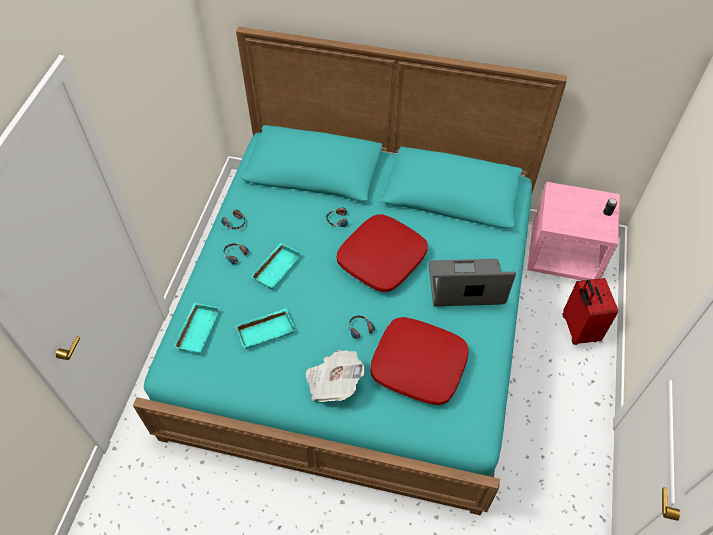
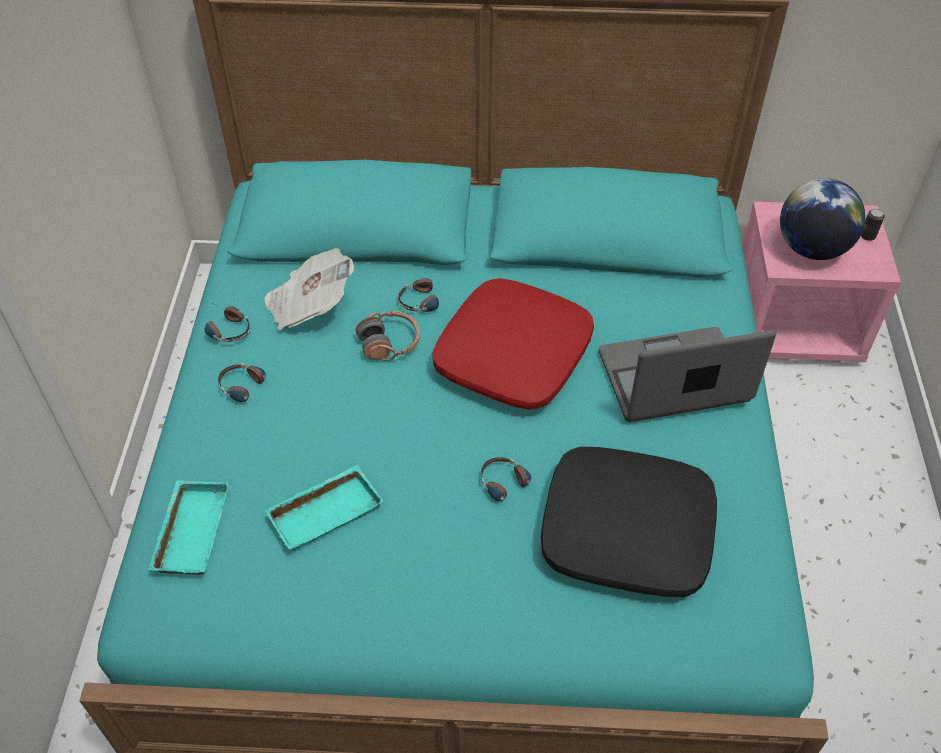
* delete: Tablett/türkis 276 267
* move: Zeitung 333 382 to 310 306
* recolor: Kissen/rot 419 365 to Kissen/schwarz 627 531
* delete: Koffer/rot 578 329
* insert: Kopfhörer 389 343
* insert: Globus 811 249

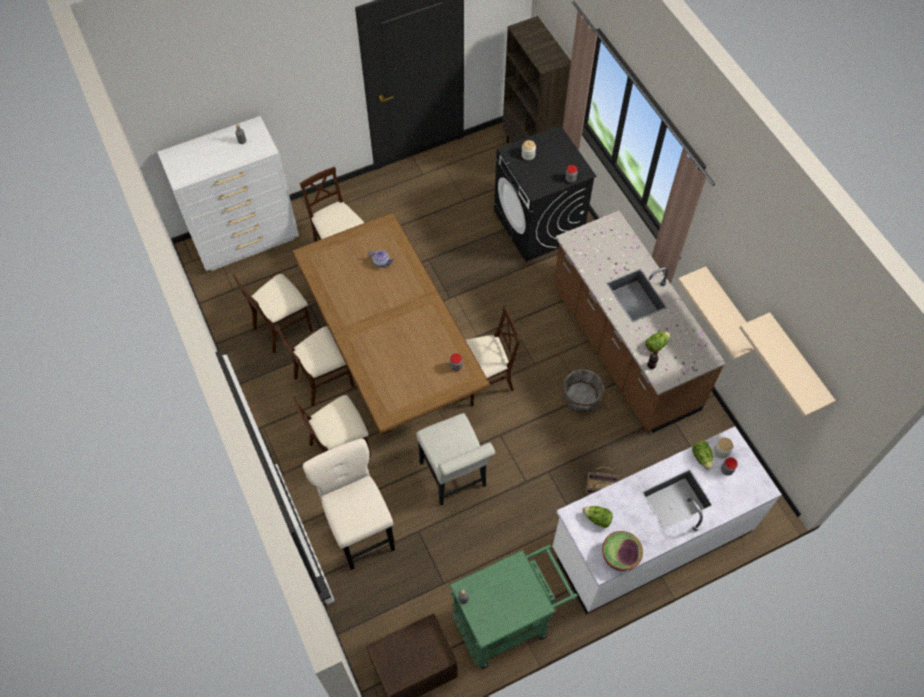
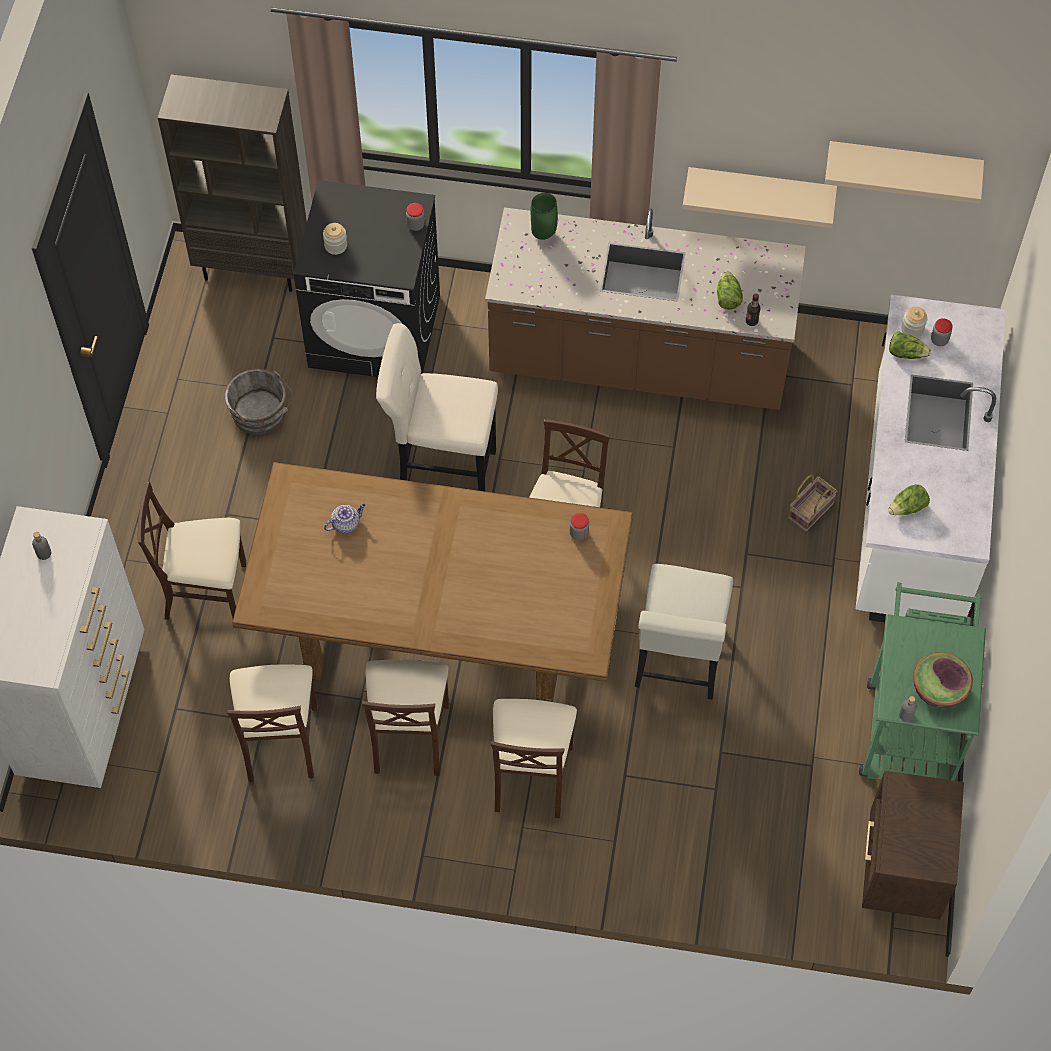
* move: Hocker/beige 360 530 to 442 472
* rotate: Stuhl/weiß 455 478 = 677 665 90 degrees clockwise
* move: Eimer/grau 581 398 to 261 414
* move: Schüssel 620 555 to 939 689
* insert: Vase/grün 543 235

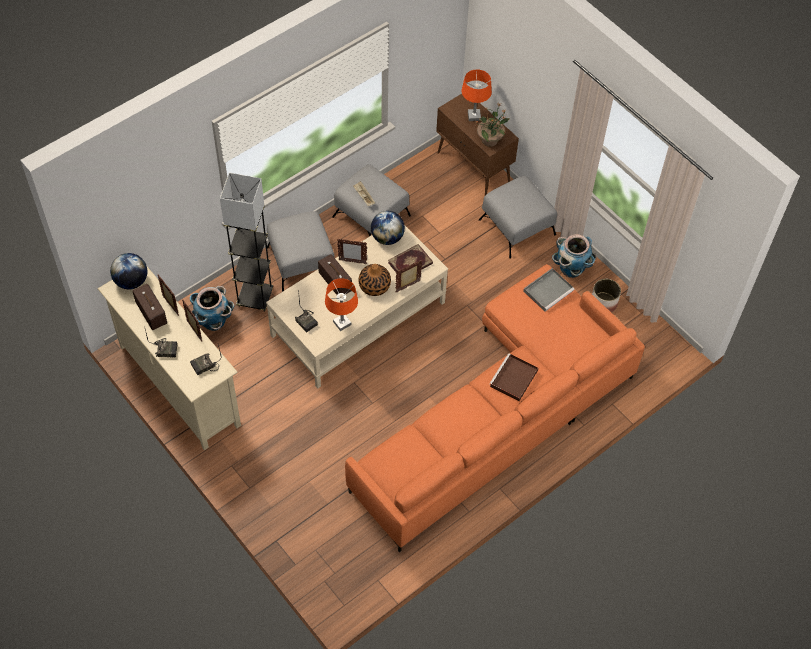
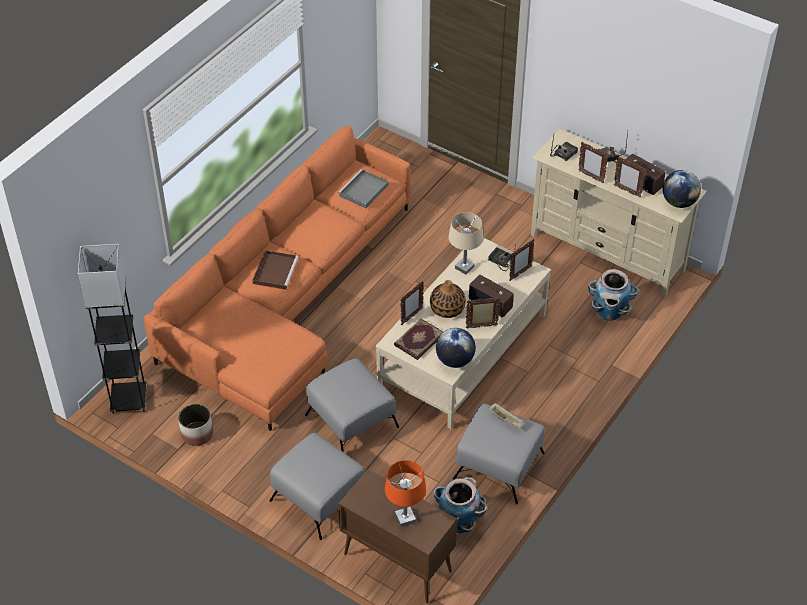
* move: Stehlampe/grau 255 298 to 129 400
* move: Polsterhocker/grau 301 262 to 351 420
* recolor: Tischlampe/orange 342 323 to Tischlampe/beige 464 267
* delete: Topfpflanze 490 140
* move: Tablett/grau 548 290 to 363 191
* move: Pflanzkübel 571 269 to 458 523
* insert: Bilderrahmen 520 274

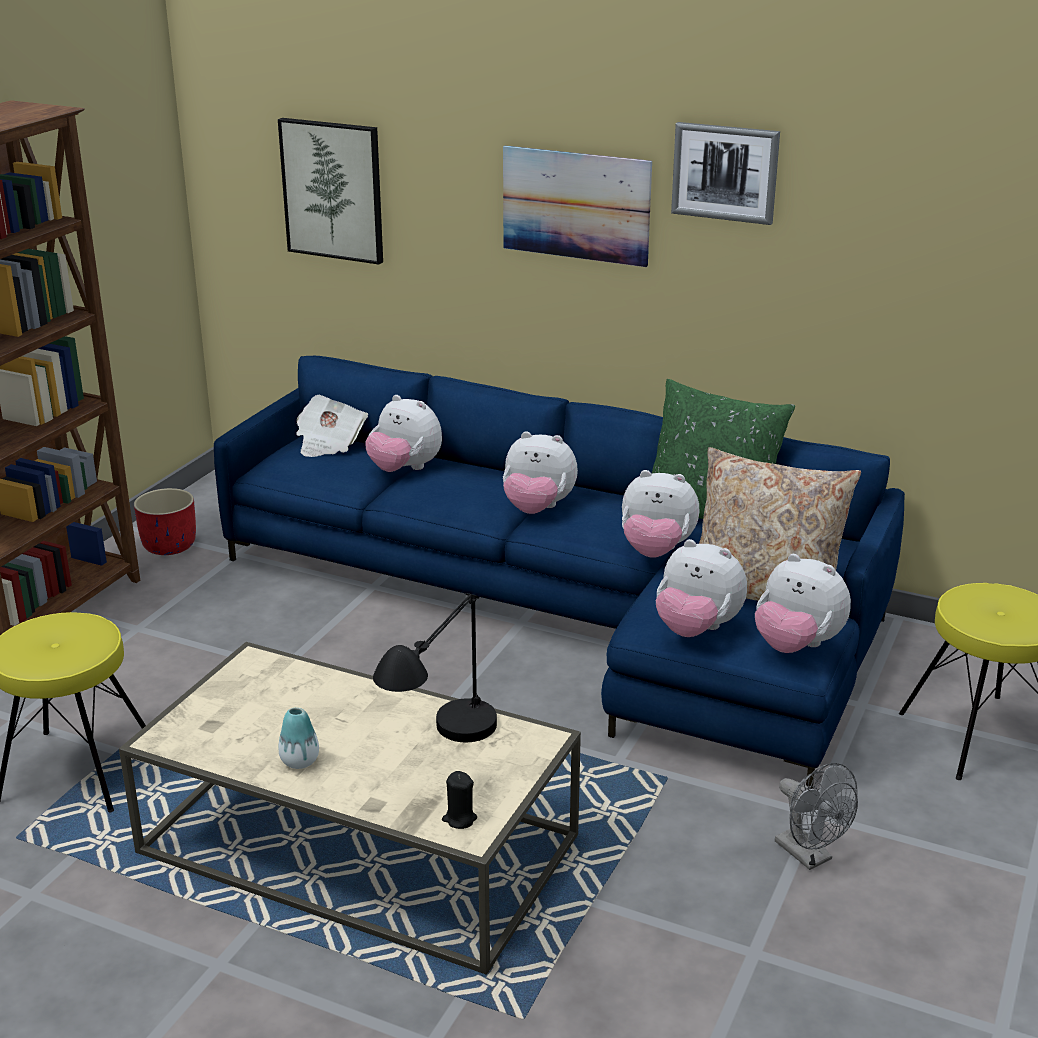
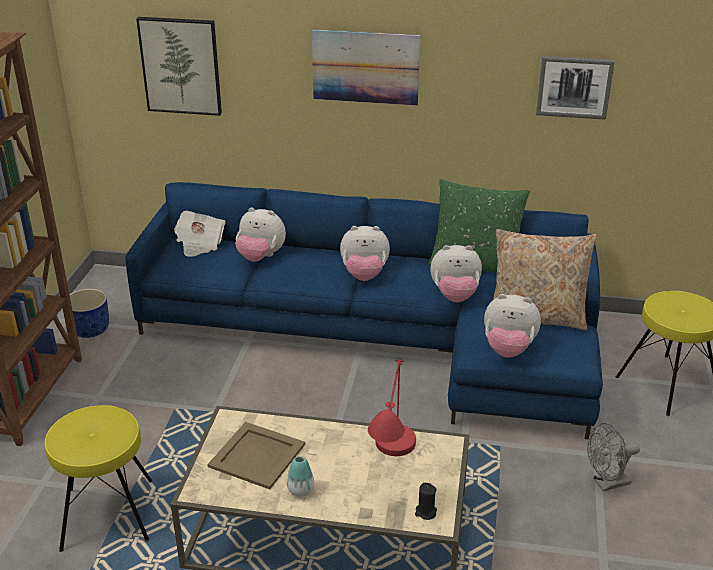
* recolor: Pflanzkübel/rot 170 546 to Pflanzkübel/blau 91 330
* recolor: Tischlampe/schwarz 442 754 to Tischlampe/rot 391 467
* move: Bild 725 172 to 574 87
* delete: Plüschtier 796 646
* rotate: Ventilator/grau 810 856 = 606 483 120 degrees clockwise
* insert: Tablett/beige 257 455

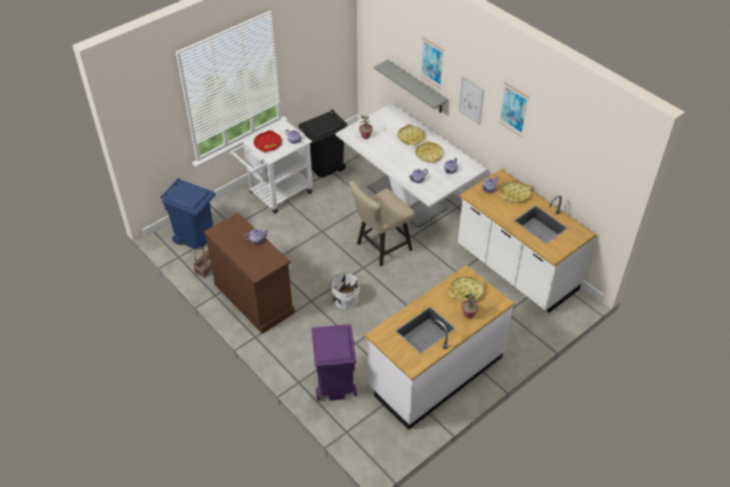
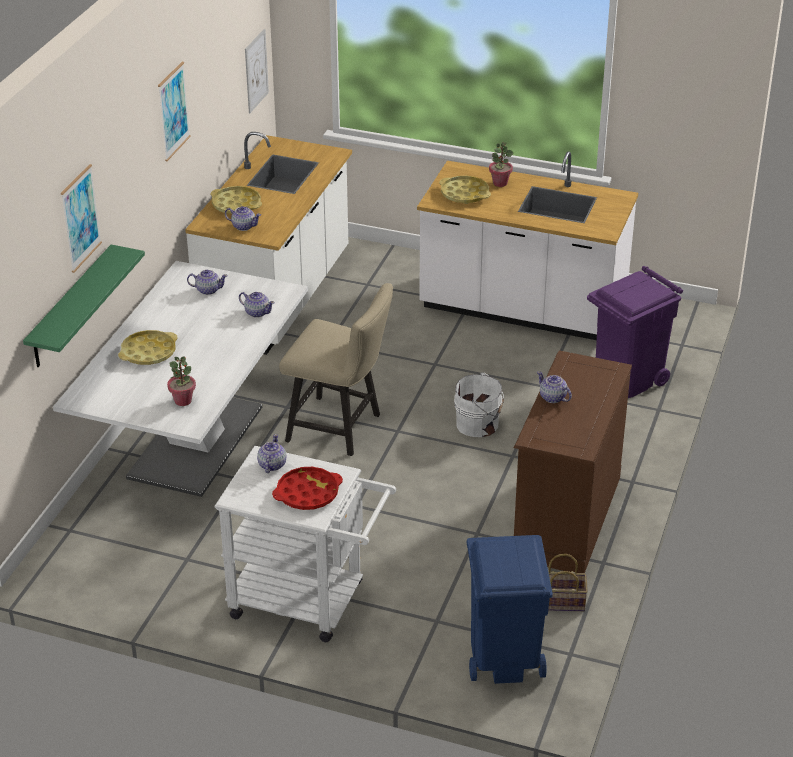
* delete: Mülleimer/schwarz 325 166
* recolor: Wandregal/grau 416 87 to Wandregal/grün 71 308
* delete: Tablett/gelb 429 154
* move: Bild 471 100 to 256 71

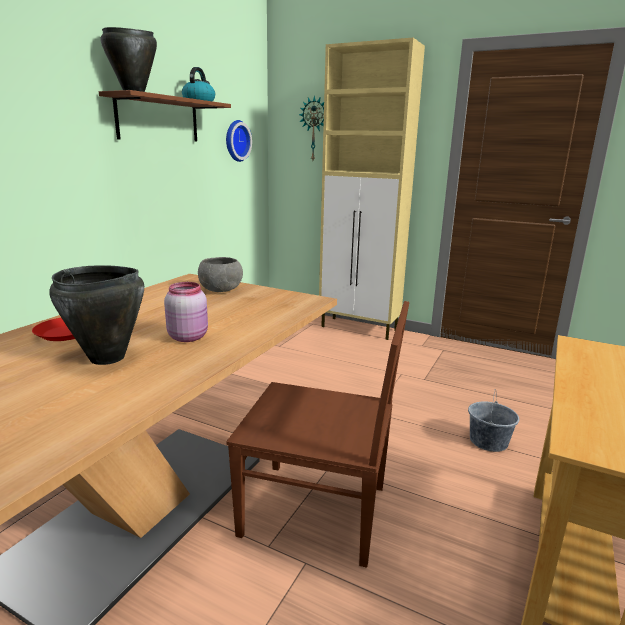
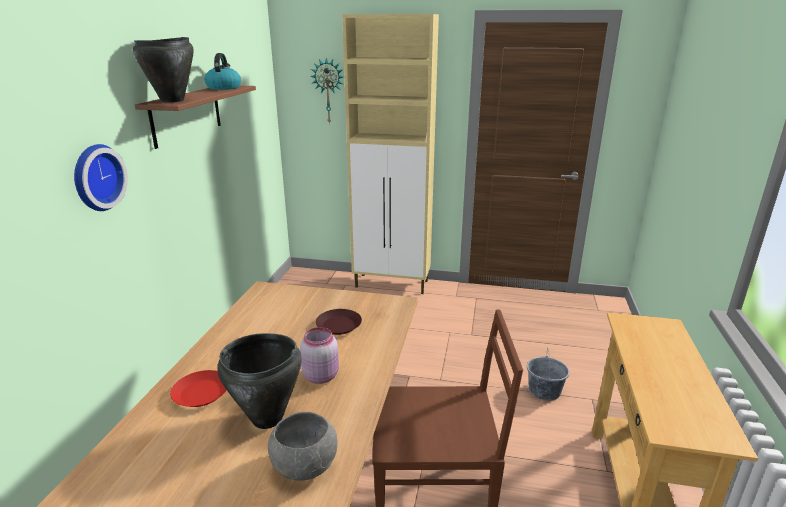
* move: Schüssel/grau 221 290 to 305 465
* move: Wanduhr 236 141 to 95 177
* insert: Teller/braun 339 326

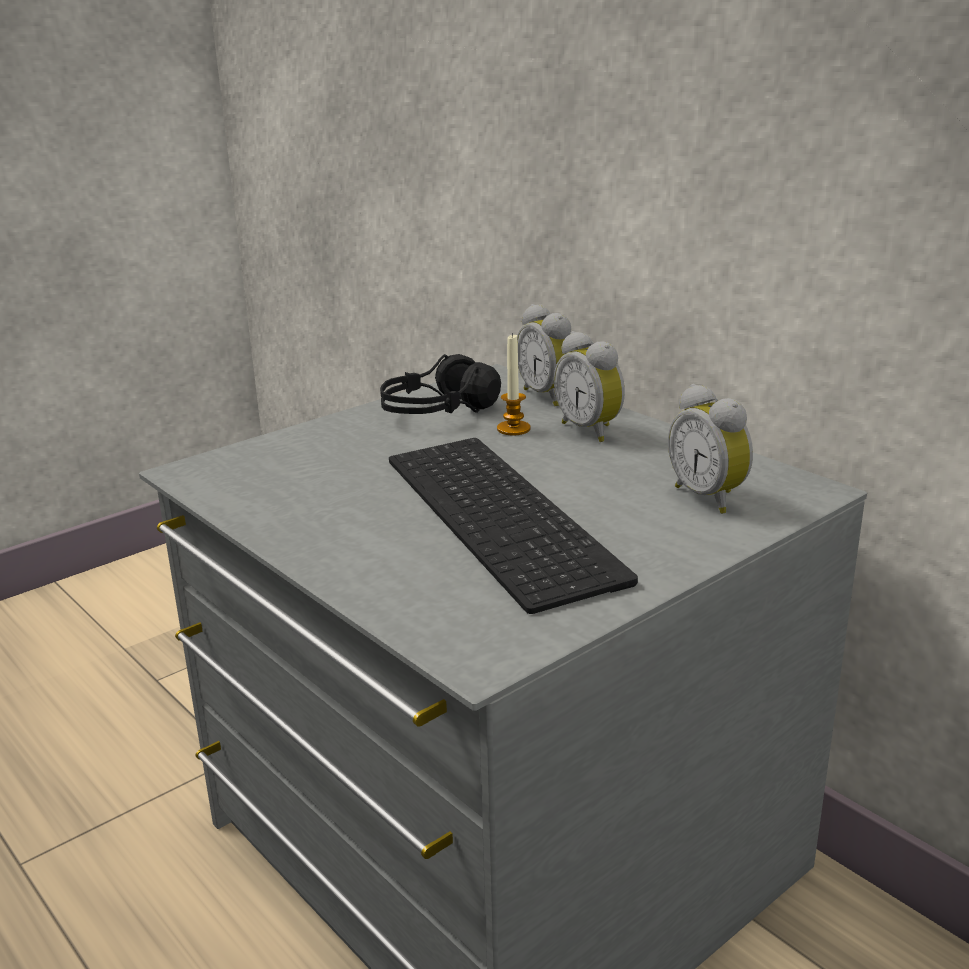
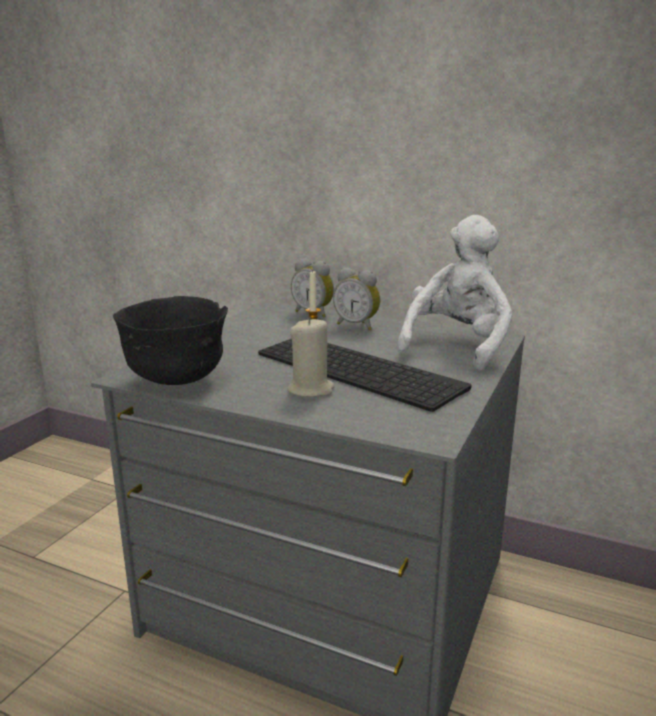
* delete: Kopfhörer/schwarz 438 412
* replace: Wecker 710 497 to Plüschtier/weiß 456 346
* insert: Schüssel/schwarz 177 381
* insert: Kerze/beige 311 390

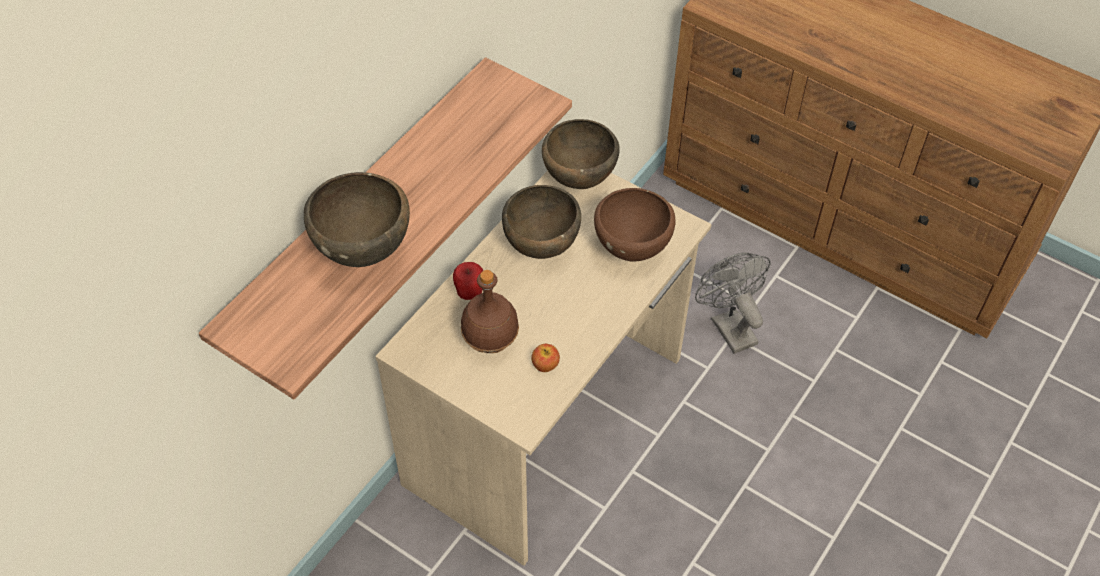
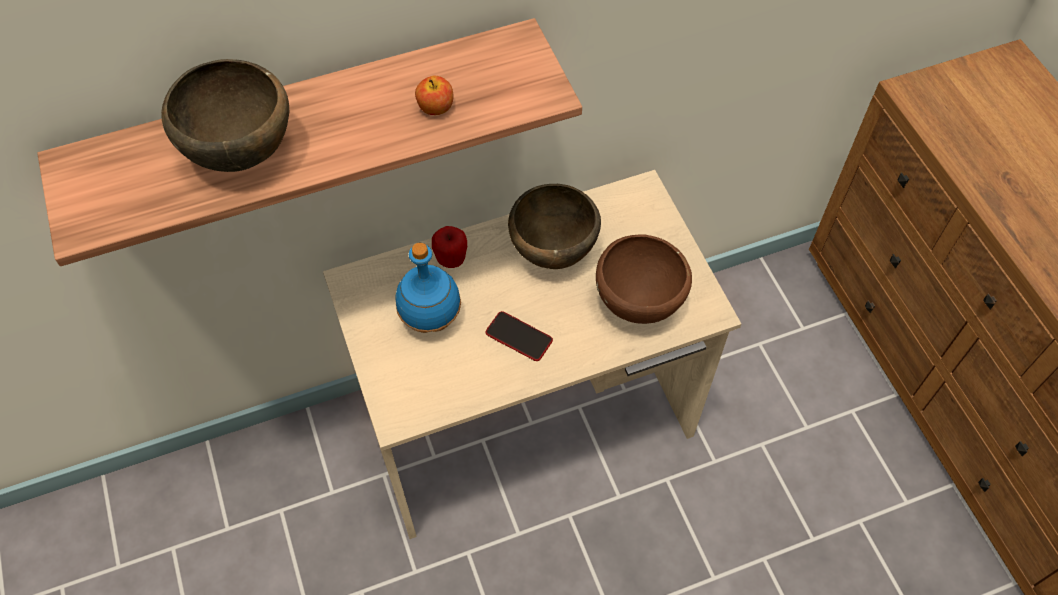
* recolor: Flasche/braun 489 342 to Flasche/blau 430 318
* move: Apfel 545 365 to 435 108
* delete: Schüssel/braun 578 180
* delete: Ventilator/grau 729 326
* insert: Handy 519 337

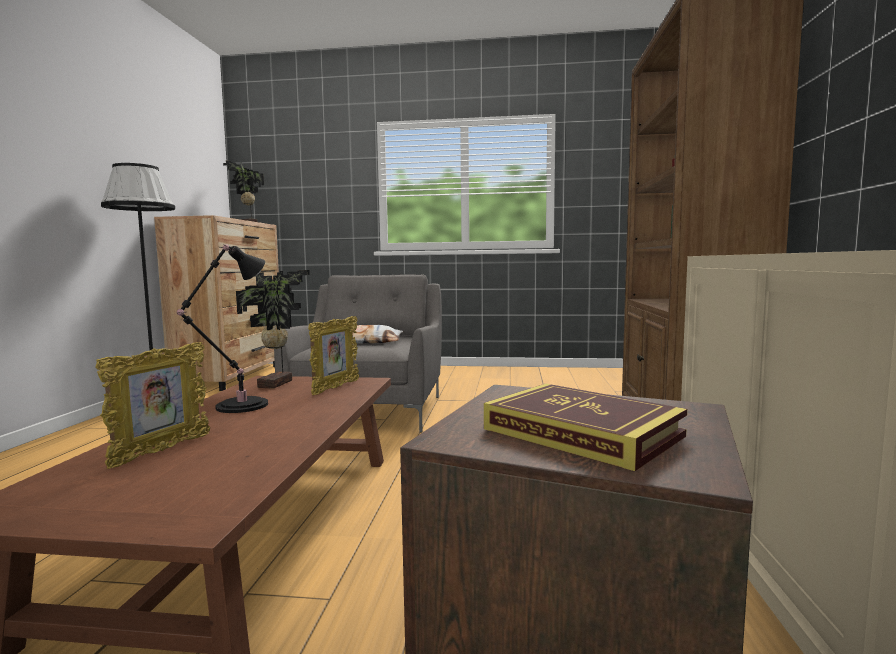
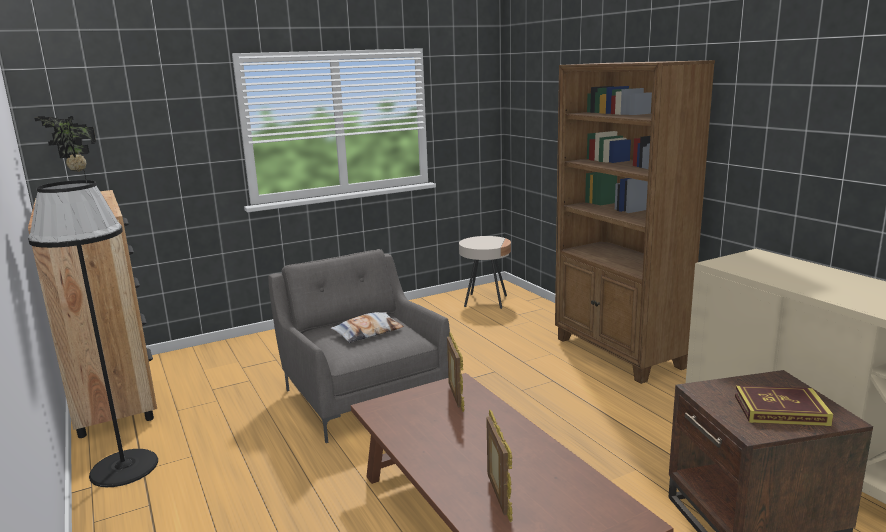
* delete: Tischlampe/schwarz 237 406
* delete: Topfpflanze 278 384
* insert: Beistelltisch/beige 485 301

